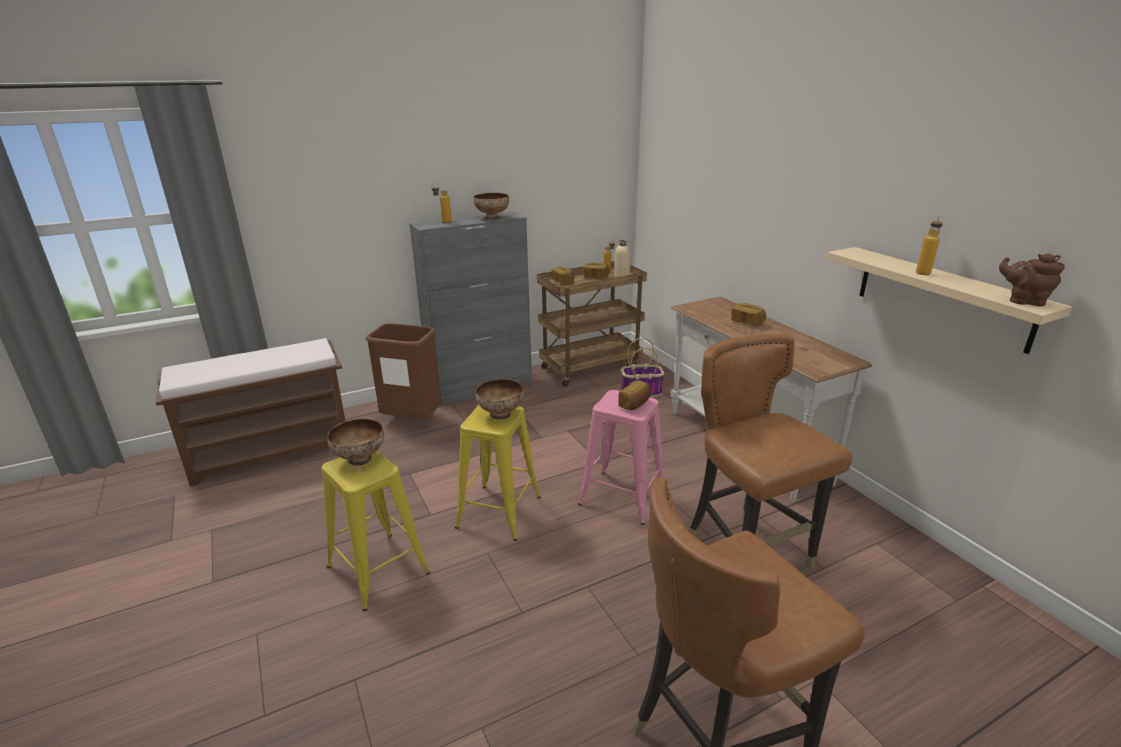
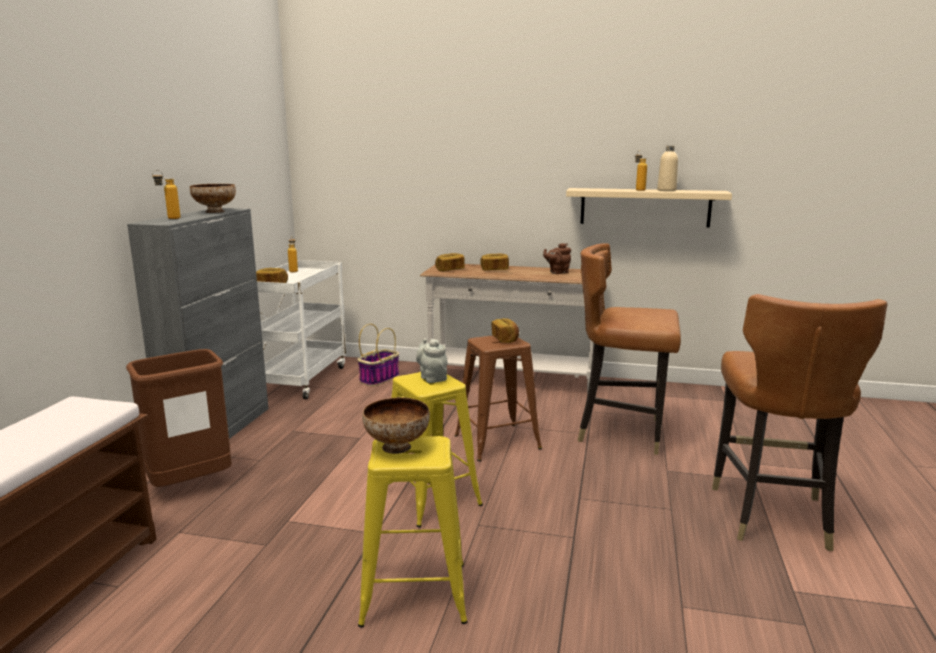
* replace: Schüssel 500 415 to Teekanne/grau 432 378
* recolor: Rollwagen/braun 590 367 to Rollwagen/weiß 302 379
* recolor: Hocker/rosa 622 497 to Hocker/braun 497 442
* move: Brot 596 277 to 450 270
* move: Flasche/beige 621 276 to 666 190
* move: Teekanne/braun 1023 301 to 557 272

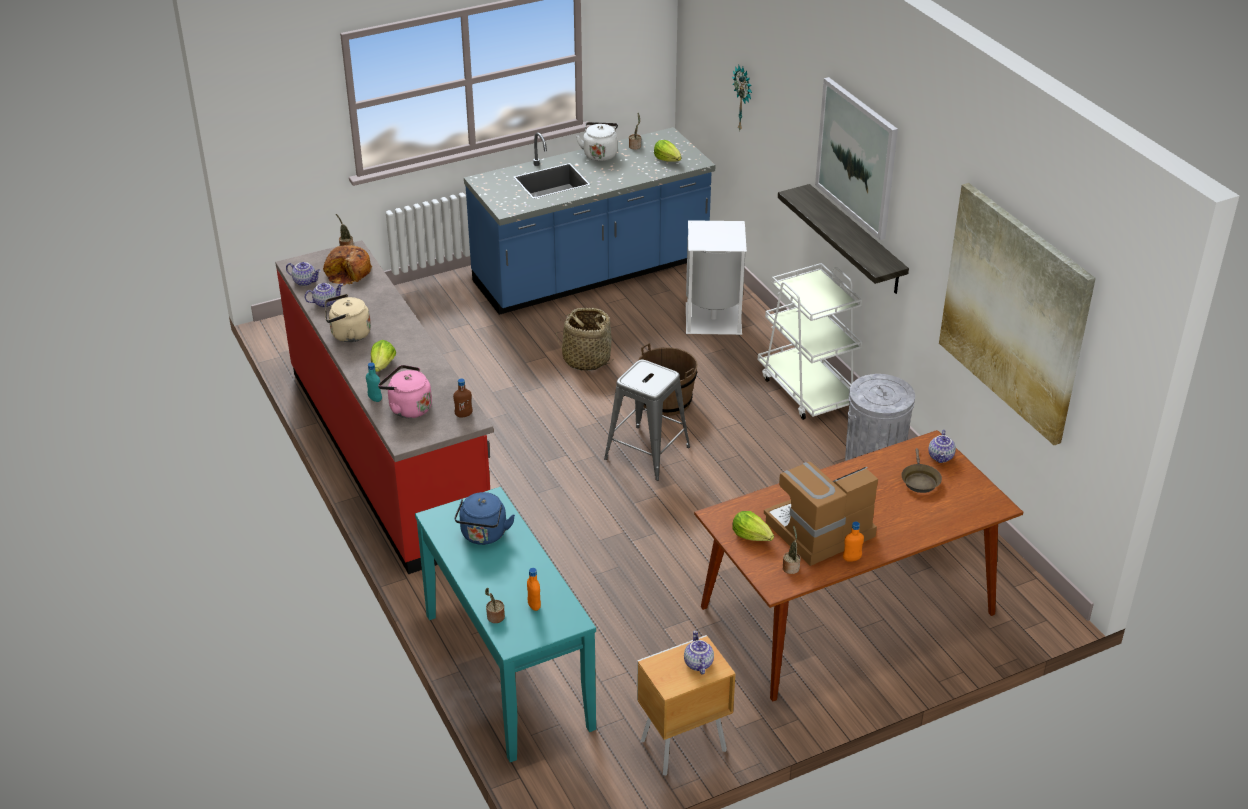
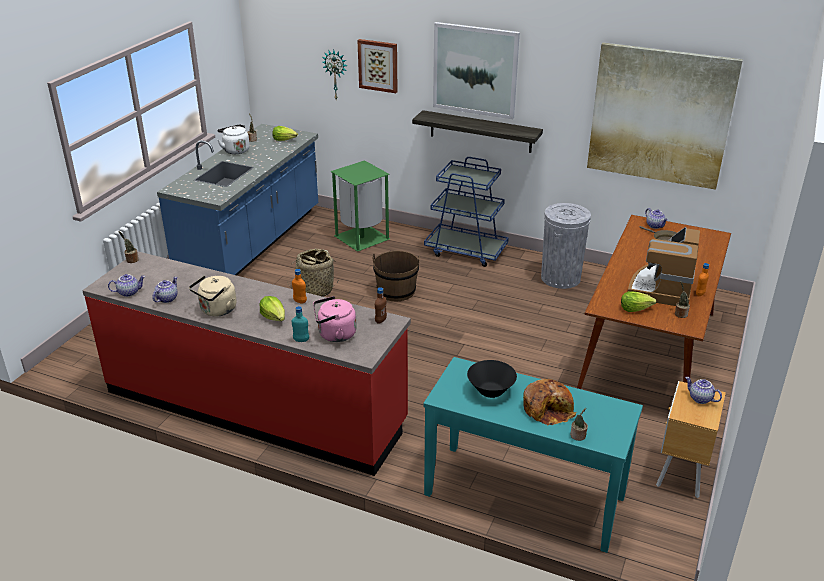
* move: Brot 349 273 to 548 409
* replace: Wasserkessel/blau 483 535 to Schüssel/schwarz 490 391
* move: Flasche/orange 534 606 to 300 301
* delete: Hocker/grau 647 452
* recolor: Mülleimer/weiß 714 319 to Mülleimer/grün 363 238
* recolor: Rollwagen/weiß 808 390 to Rollwagen/blau 466 251
* insert: Bild 378 65

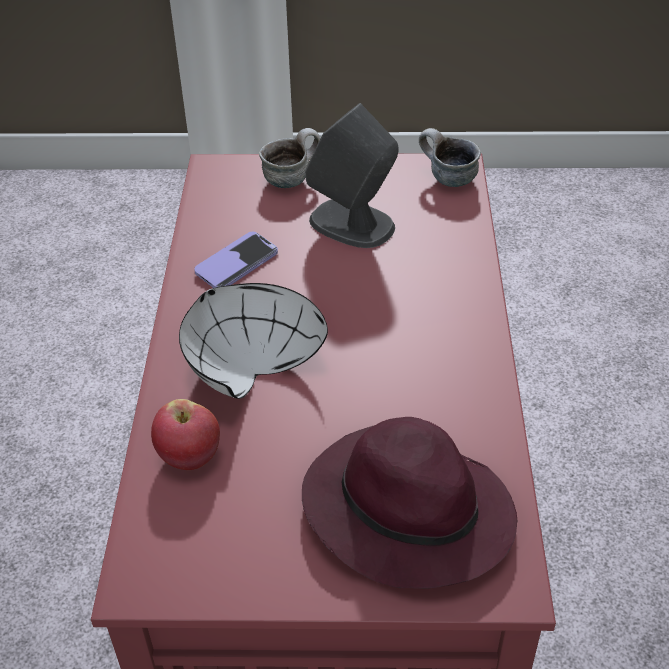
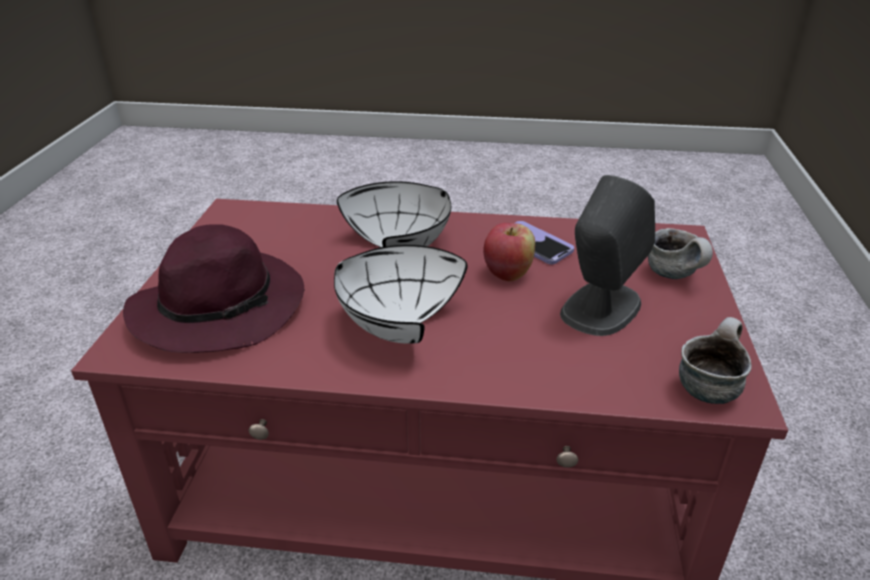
* move: Apfel 190 457 to 507 274
* insert: Schüssel/weiß 392 325

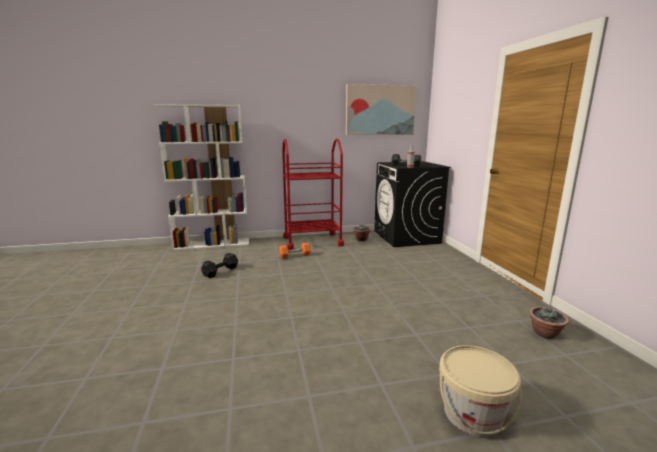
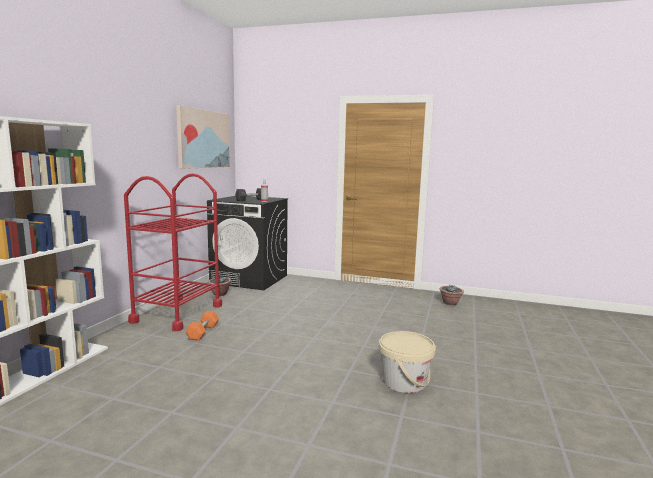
* delete: Hantel/schwarz 221 271
* move: Eimer/beige 472 414 to 404 382

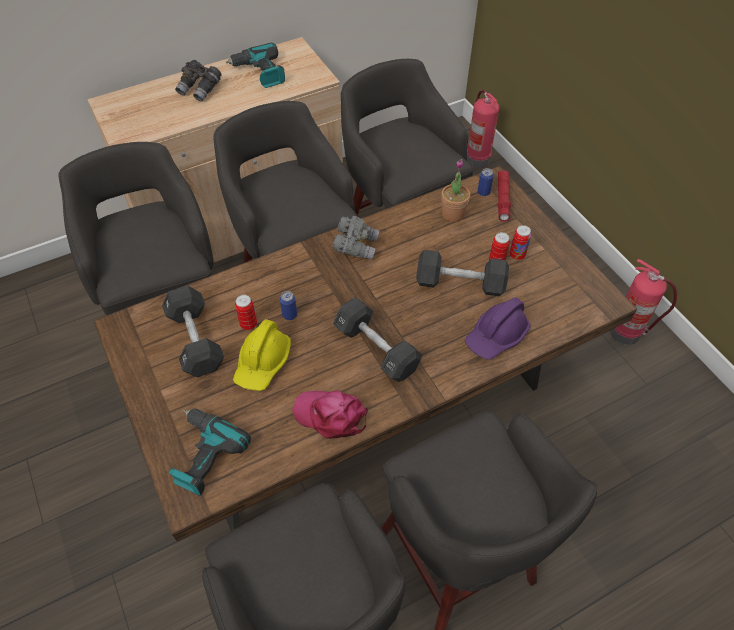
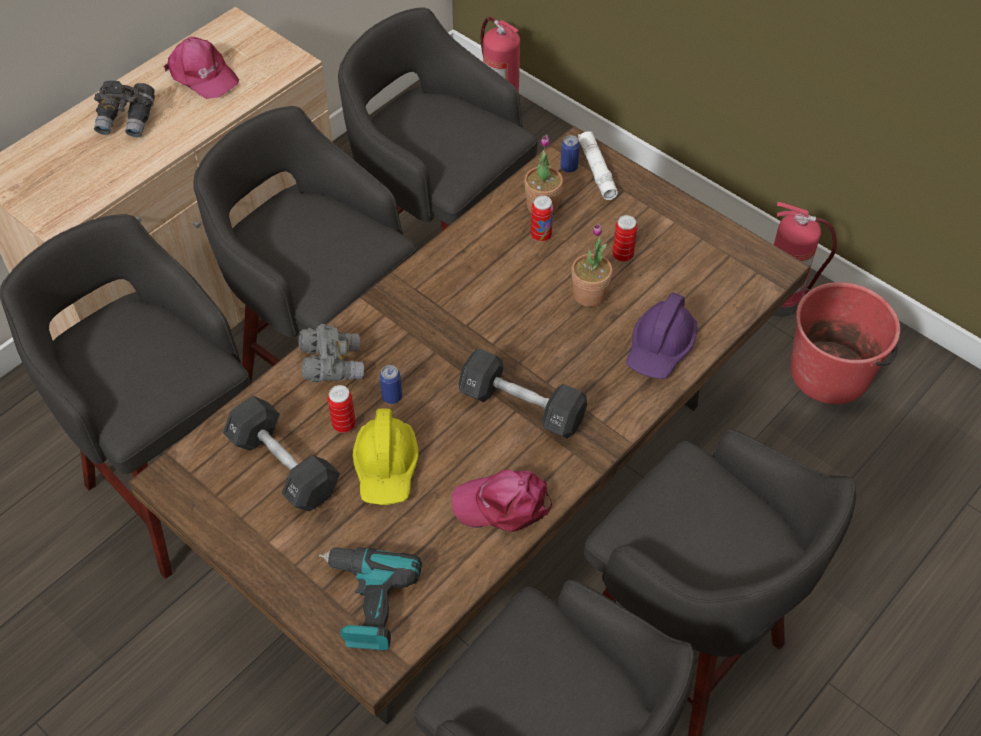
* replace: Bohrmaschine 260 73 to Kappe/rosa 202 75
* move: Fernglas/grau 356 246 to 332 364
* replace: Hantel/schwarz 460 283 to Topfpflanze 589 294
* recolor: Taschenlampe/rot 503 199 to Taschenlampe/weiß 597 170
* move: Dose 517 255 to 541 236
* insert: Eimer/rot 830 372

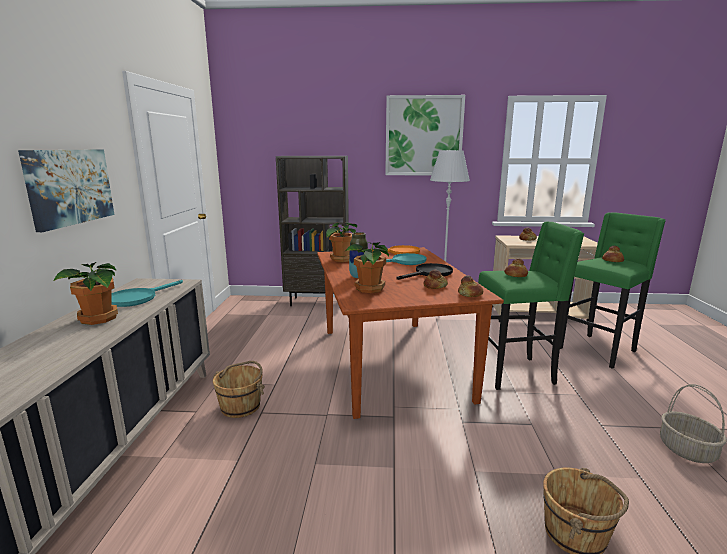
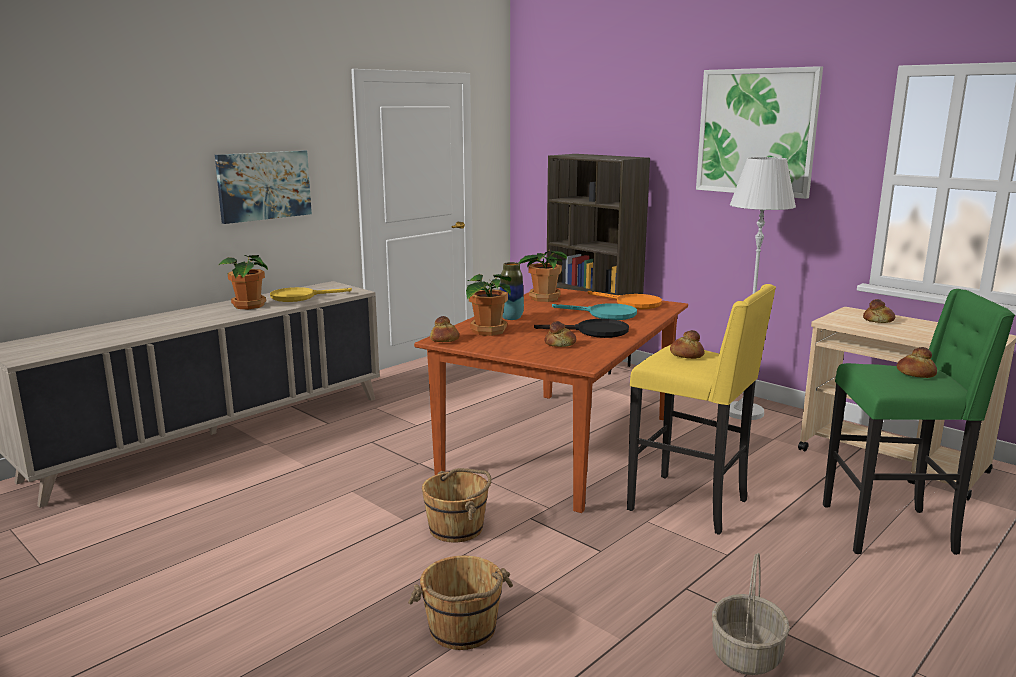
* recolor: Pfanne/türkis 138 298 to Pfanne/gelb 300 297
* move: Eimer/braun 241 406 to 457 528
* move: Brot 469 294 to 444 340
* recolor: Hocker/grün 515 372 to Hocker/gelb 691 505

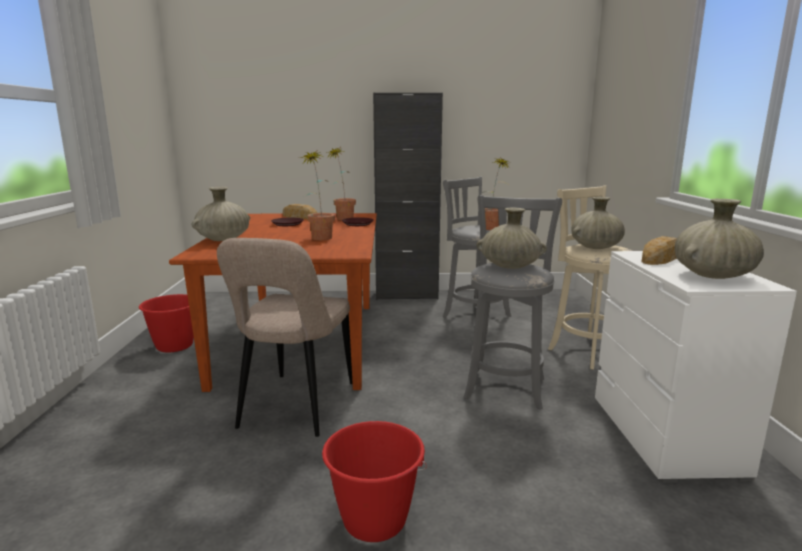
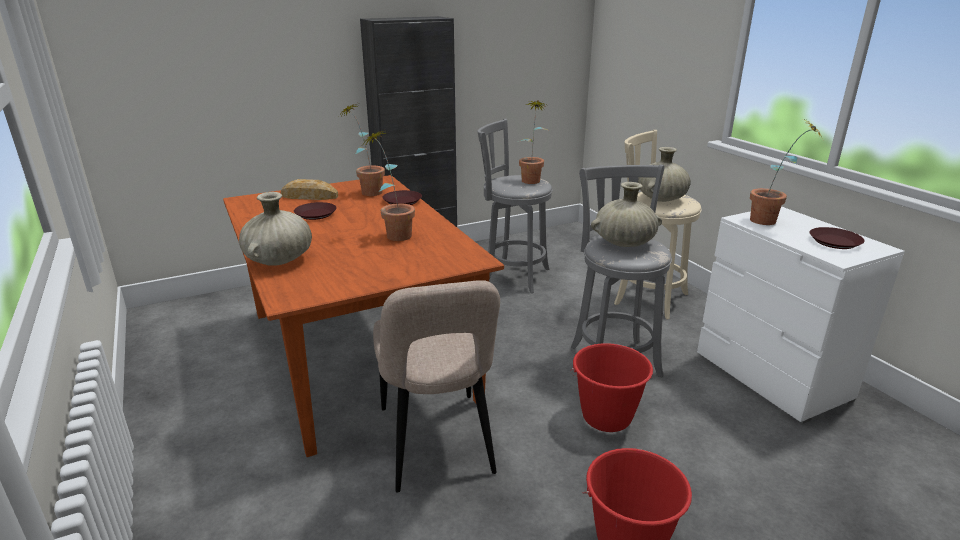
* move: Eimer/rot 174 346 to 606 417
* replace: Brot 662 258 to Topfpflanze 771 222
* replace: Vase/beige 712 276 to Teller/braun 834 242

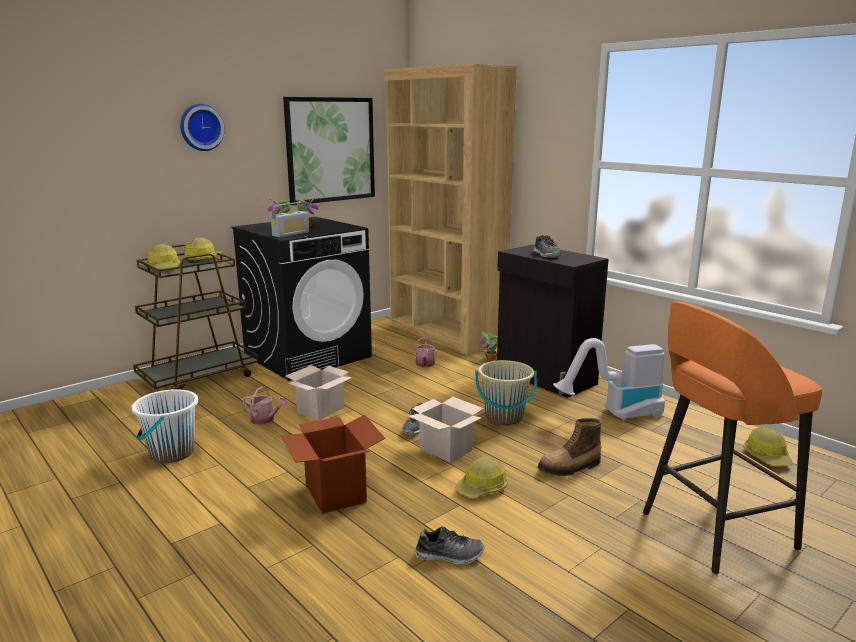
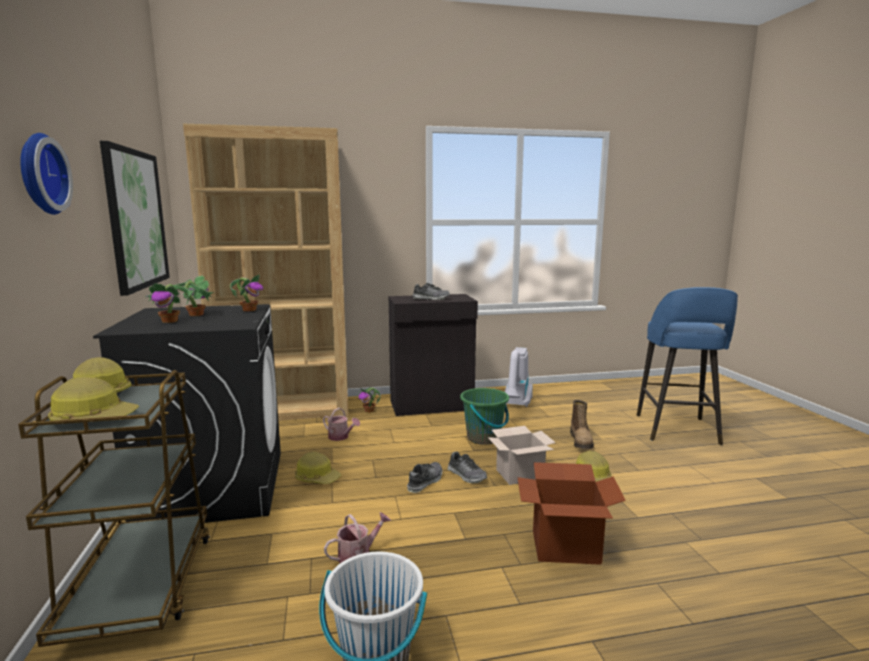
* delete: Radio 291 234
* delete: Karton 320 409
* move: Schuh 449 555 to 425 482
* recolor: Eimer/beige 504 417 to Eimer/grün 484 438
* recolor: Hocker/orange 714 531 to Hocker/blau 677 430
* move: Schutzhelm 767 457 to 317 478
* insert: Topfpflanze 249 310

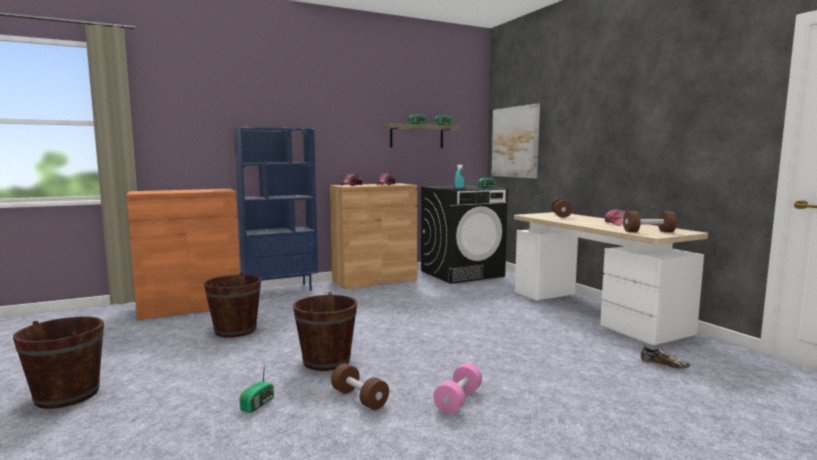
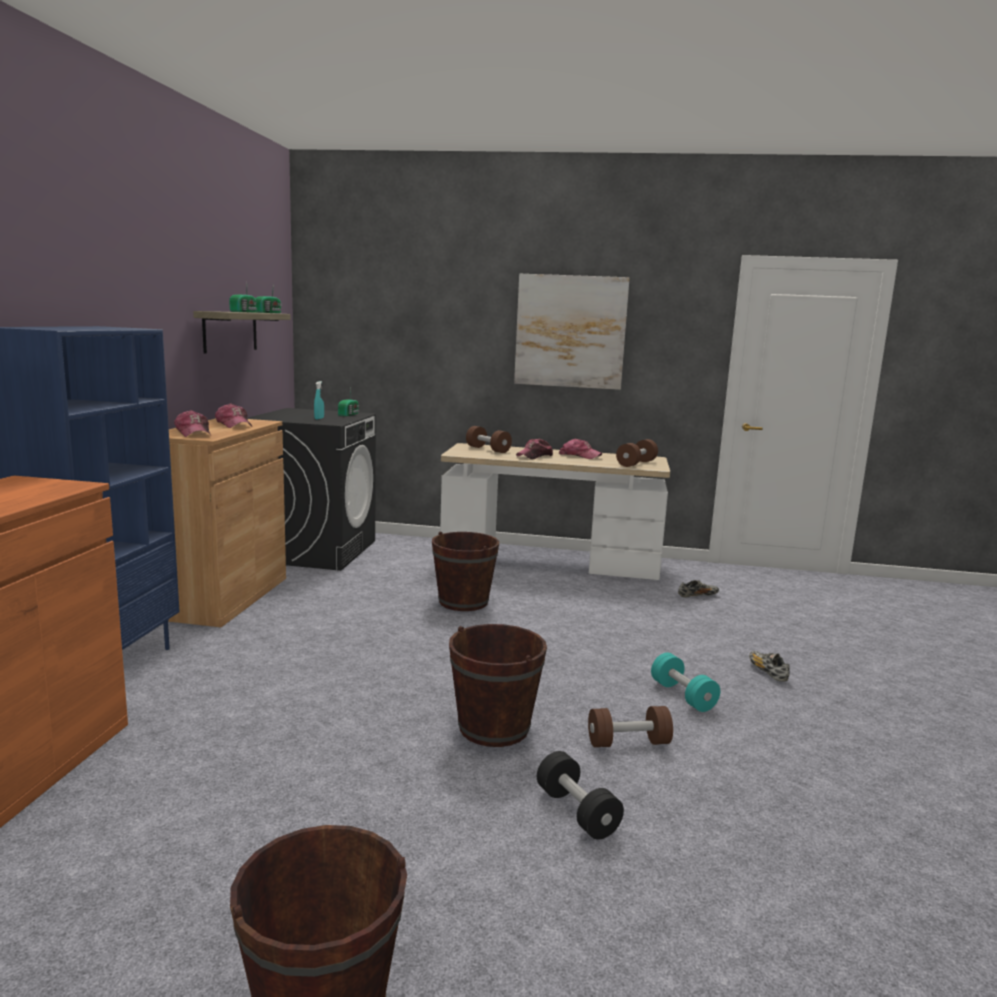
* move: Eimer/braun 235 330 to 463 602
* replace: Radio 259 404 to Hantel/schwarz 577 812
* recolor: Hantel/rosa 458 400 to Hantel/türkis 683 696
* move: Bild 515 142 to 570 331
* insert: Kappe 535 456
* insert: Schuh 767 672

